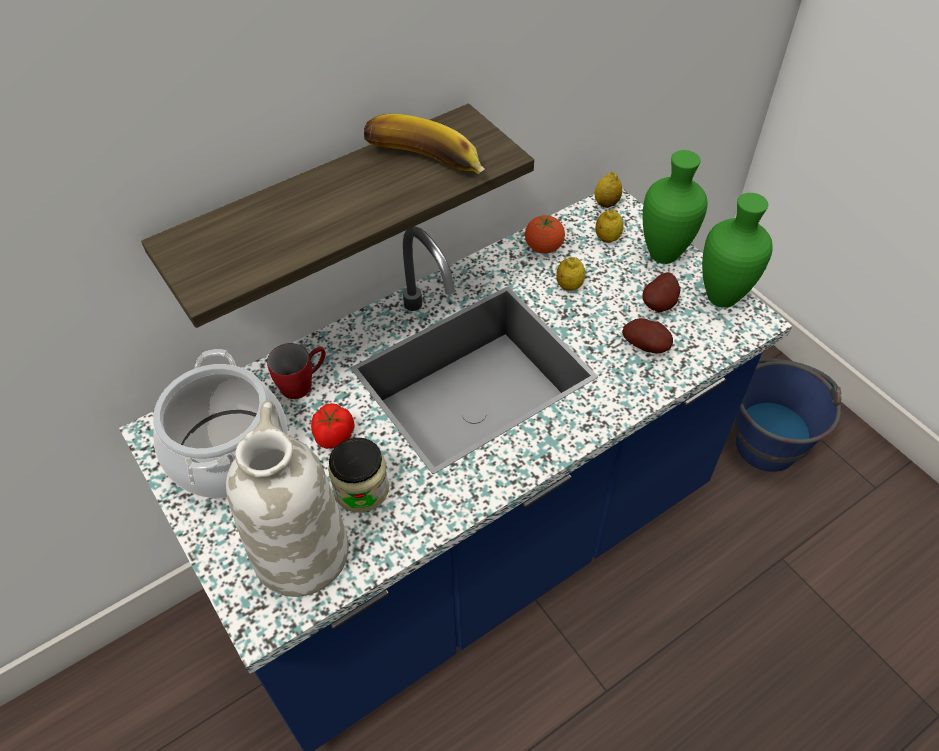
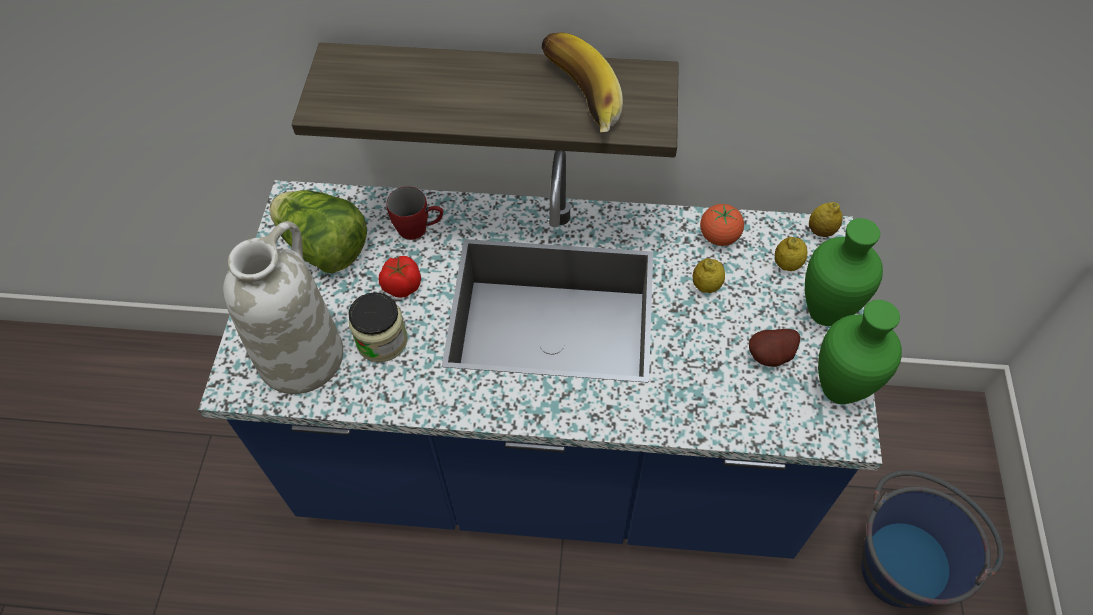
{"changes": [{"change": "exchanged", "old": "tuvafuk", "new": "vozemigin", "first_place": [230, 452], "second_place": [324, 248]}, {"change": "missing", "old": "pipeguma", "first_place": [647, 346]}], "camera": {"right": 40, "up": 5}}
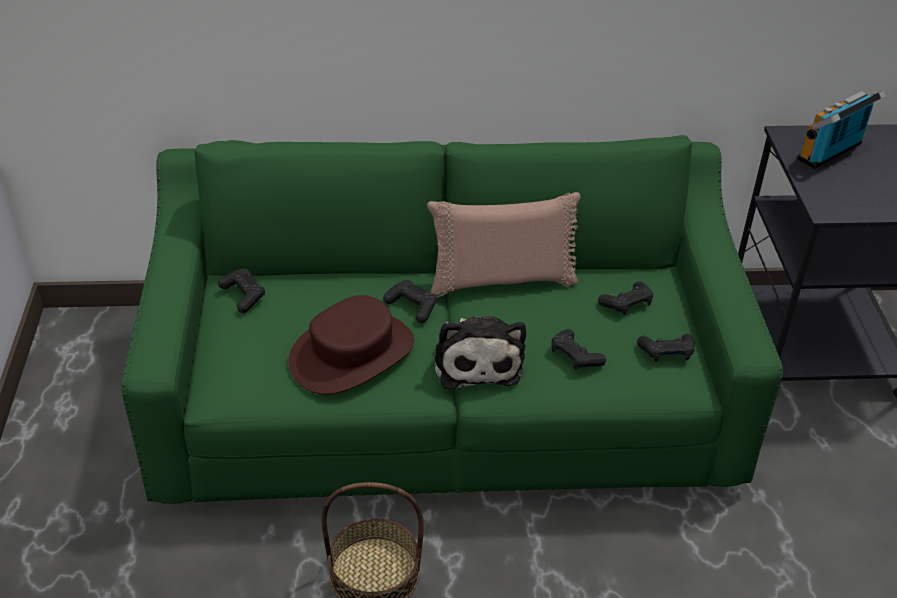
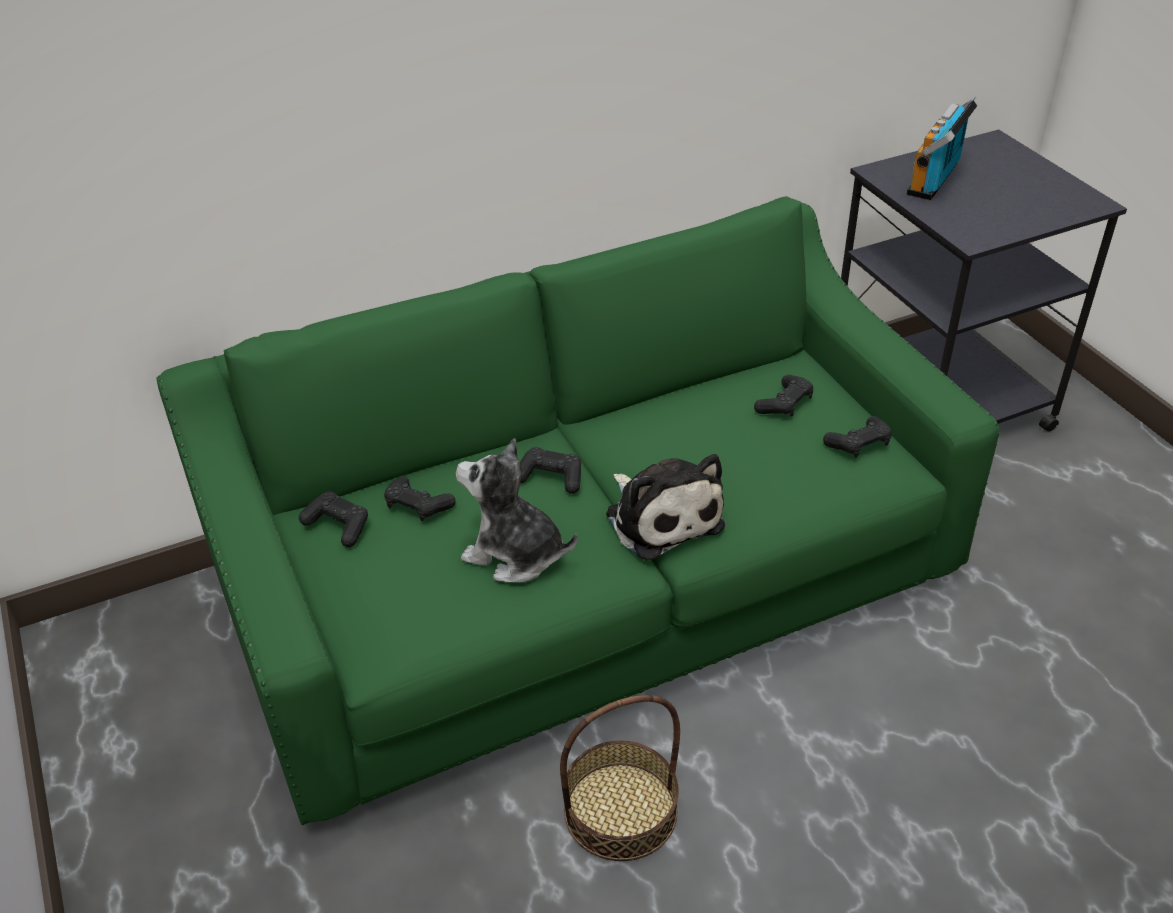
{"changes": [{"change": "relocated", "old": "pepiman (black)", "first_place": [575, 356], "second_place": [418, 506]}, {"change": "exchanged", "old": "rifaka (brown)", "new": "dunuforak", "first_place": [352, 354], "second_place": [515, 554]}, {"change": "missing", "old": "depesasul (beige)", "first_place": [502, 280]}], "camera": {"right": -20, "up": 0}}
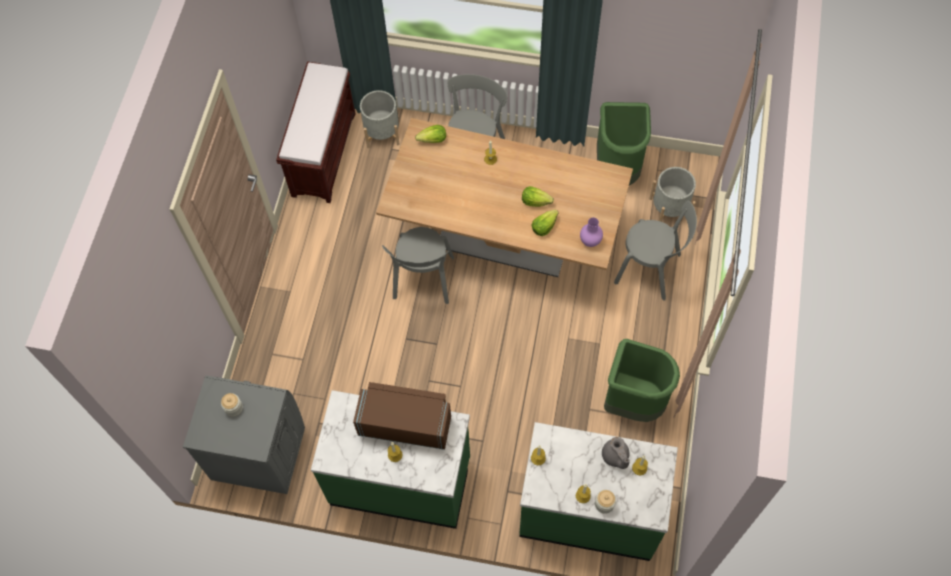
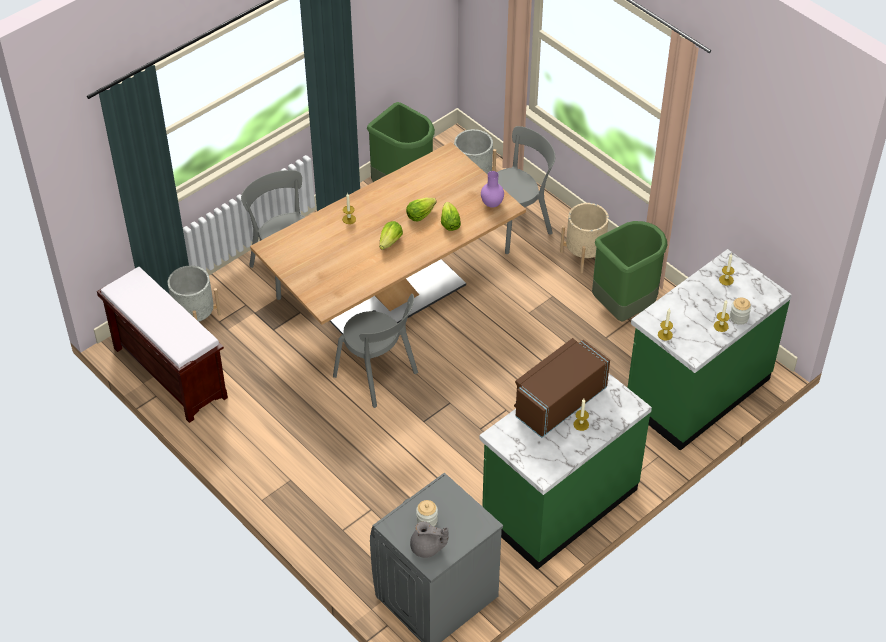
{"changes": [{"change": "relocated", "old": "vozemigin", "first_place": [433, 140], "second_place": [390, 242]}, {"change": "relocated", "old": "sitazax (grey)", "first_place": [615, 457], "second_place": [427, 548]}, {"change": "appeared", "new": "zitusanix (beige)", "second_place": [584, 255]}], "camera": {"right": -55, "up": -15}}
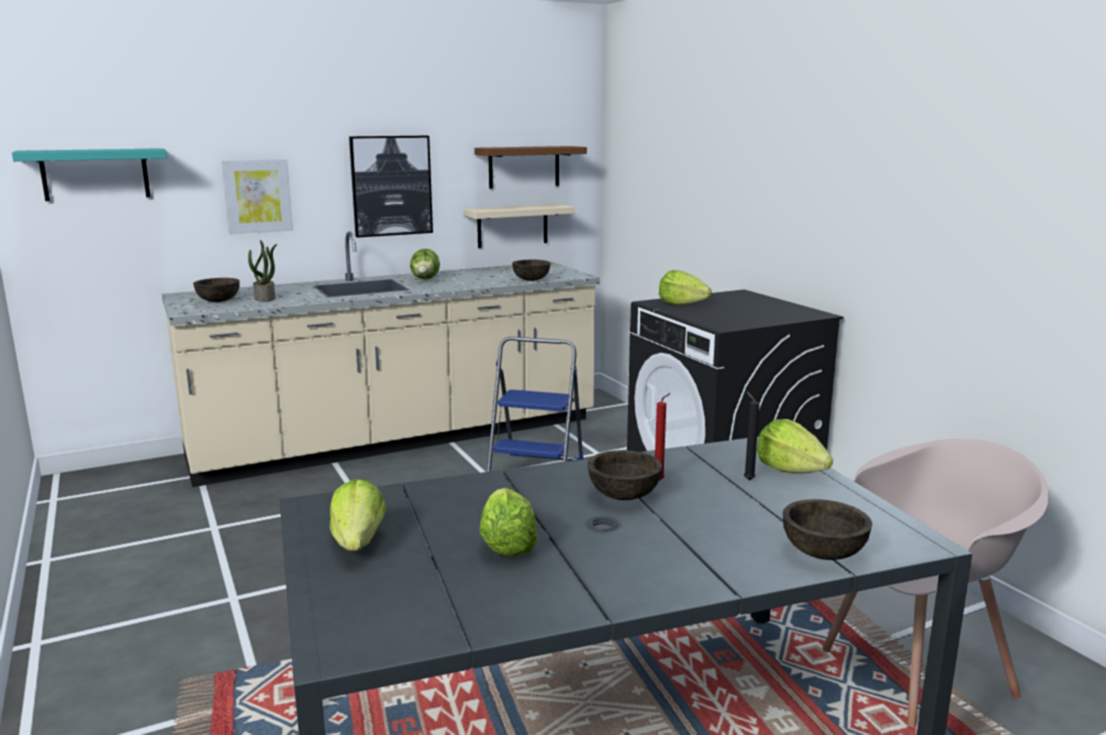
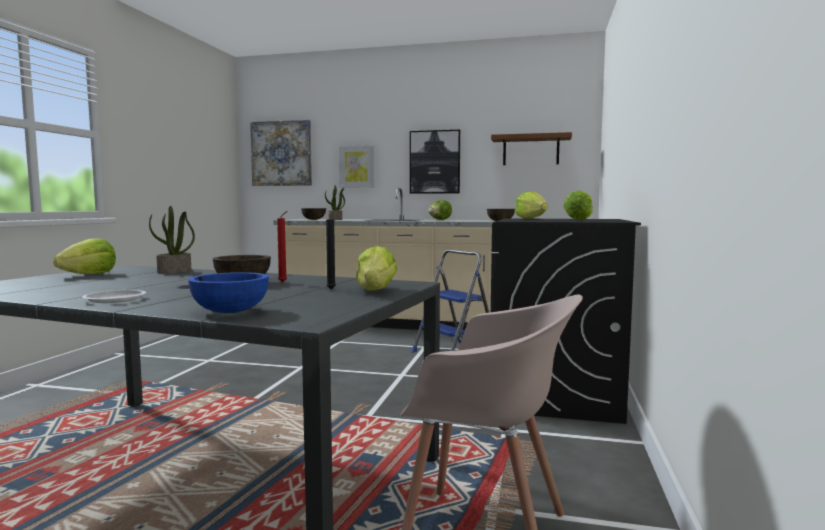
{"changes": [{"change": "appeared", "new": "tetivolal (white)", "second_place": [115, 300]}, {"change": "appeared", "new": "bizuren", "second_place": [174, 271]}, {"change": "colour", "old": "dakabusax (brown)", "new": "dakabusax (blue)", "first_place": [823, 552], "second_place": [231, 311]}, {"change": "exchanged", "old": "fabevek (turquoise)", "new": "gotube", "first_place": [95, 174], "second_place": [281, 153]}, {"change": "relocated", "old": "vozemigin", "first_place": [507, 545], "second_place": [579, 219]}, {"change": "missing", "old": "fabevek (beige)", "first_place": [512, 225]}], "camera": {"right": 40, "up": -10}}
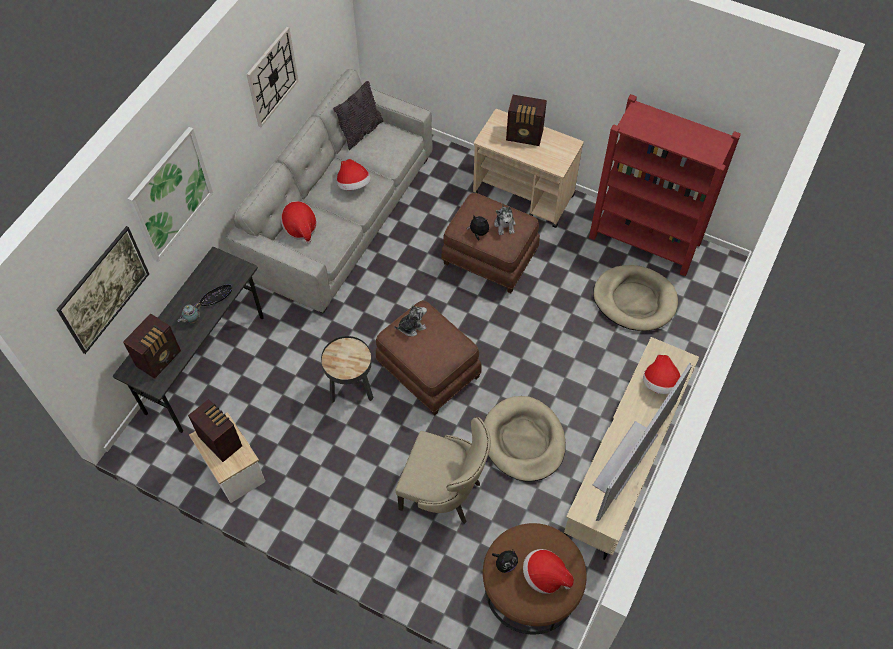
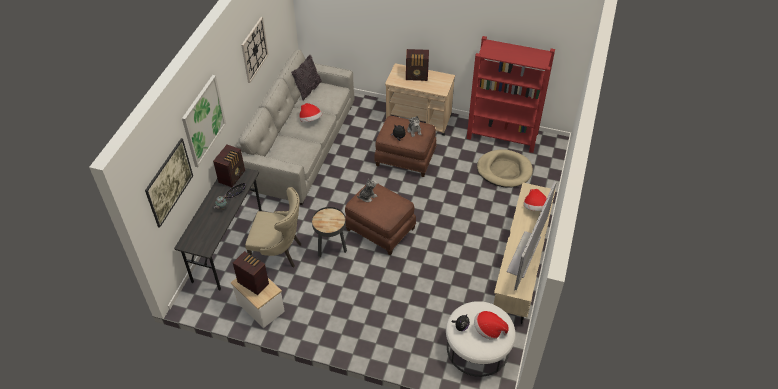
{"changes": [{"change": "relocated", "old": "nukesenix", "first_place": [160, 358], "second_place": [232, 176]}, {"change": "relocated", "old": "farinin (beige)", "first_place": [444, 493], "second_place": [279, 252]}, {"change": "colour", "old": "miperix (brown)", "new": "miperix (white)", "first_place": [531, 588], "second_place": [477, 348]}, {"change": "missing", "old": "rifaka", "first_place": [300, 228]}, {"change": "missing", "old": "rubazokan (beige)", "first_place": [523, 440]}], "camera": {"right": -10, "up": -10}}
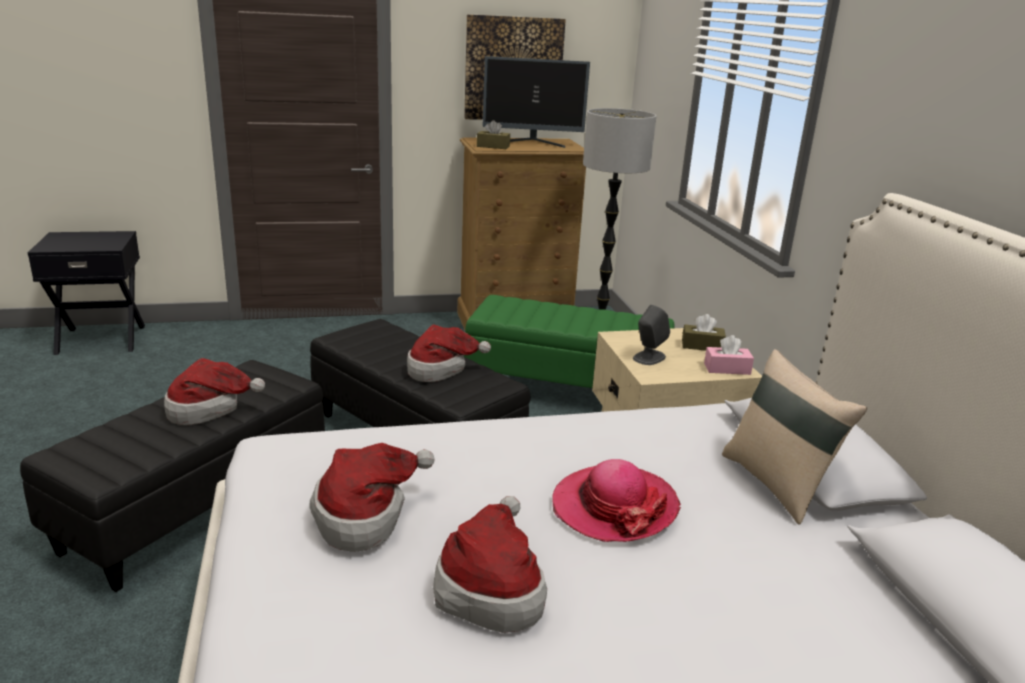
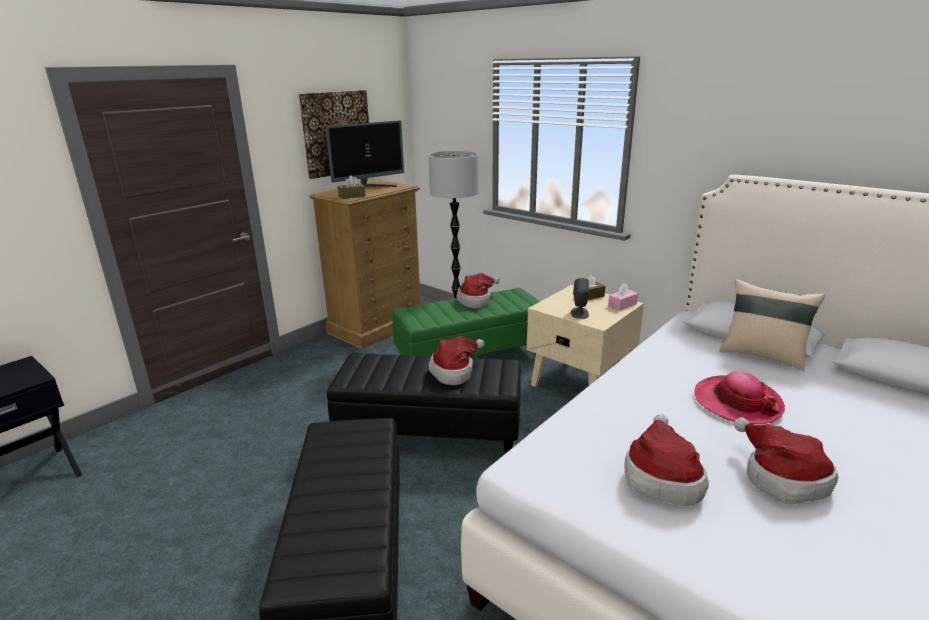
{"changes": [{"change": "relocated", "old": "rifaka", "first_place": [209, 409], "second_place": [476, 300]}], "camera": {"right": -35, "up": 0}}
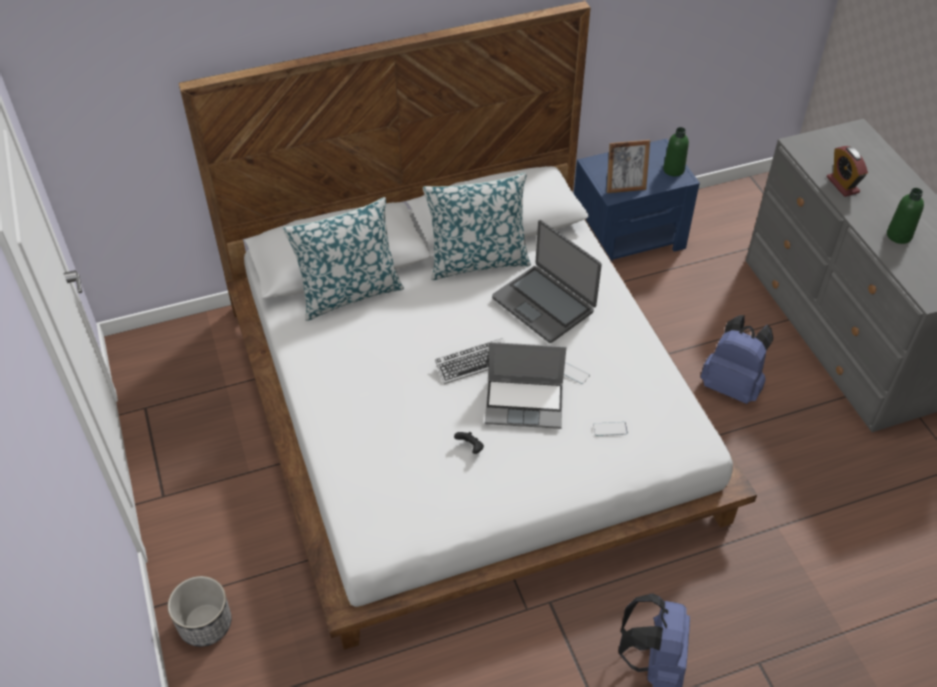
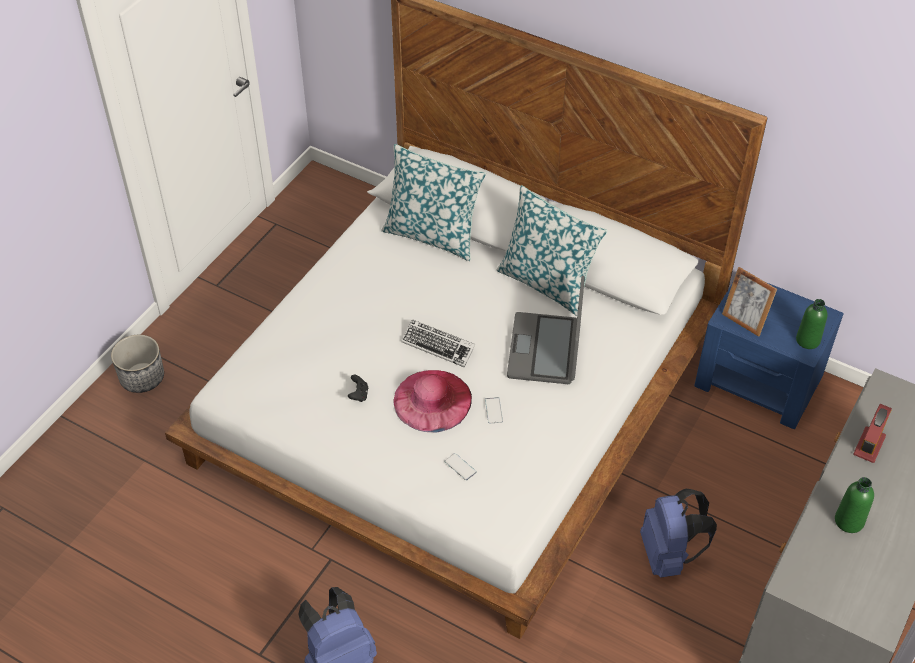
{"changes": [{"change": "exchanged", "old": "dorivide", "new": "rifaka (pink)", "first_place": [525, 403], "second_place": [432, 400]}], "camera": {"right": 50, "up": 0}}
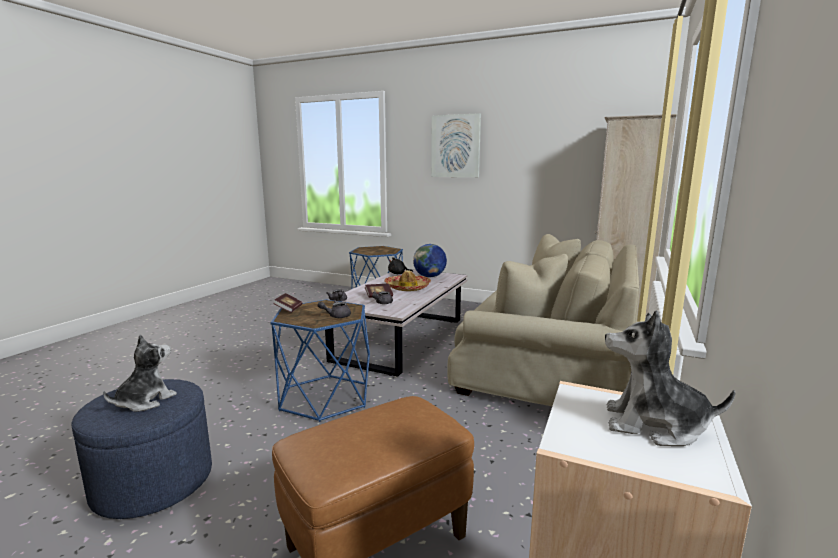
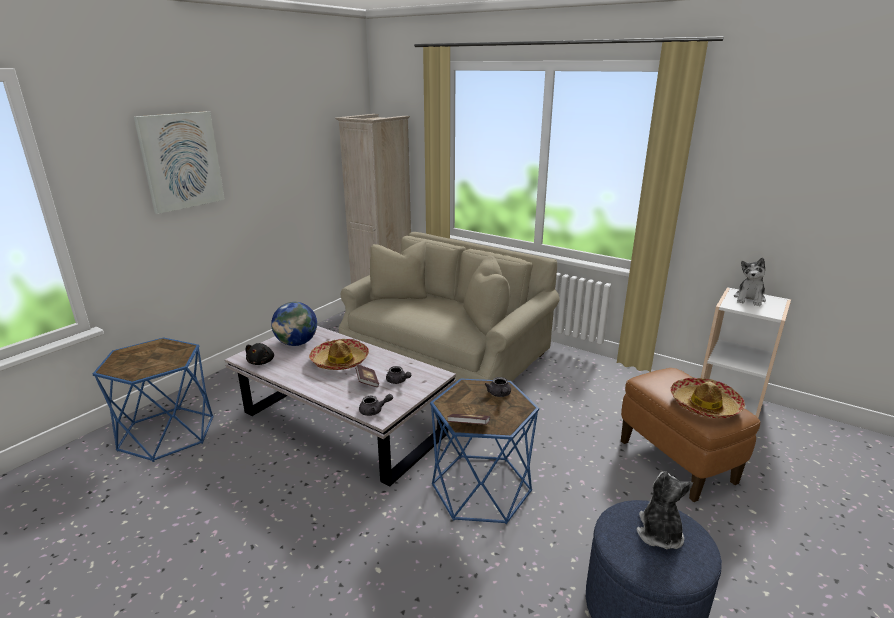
{"changes": [{"change": "spun", "old": "dunuforak", "first_place": [145, 401], "second_place": [659, 533], "degrees": 60}, {"change": "appeared", "new": "rifaka", "second_place": [705, 405]}], "camera": {"right": -80, "up": 10}}
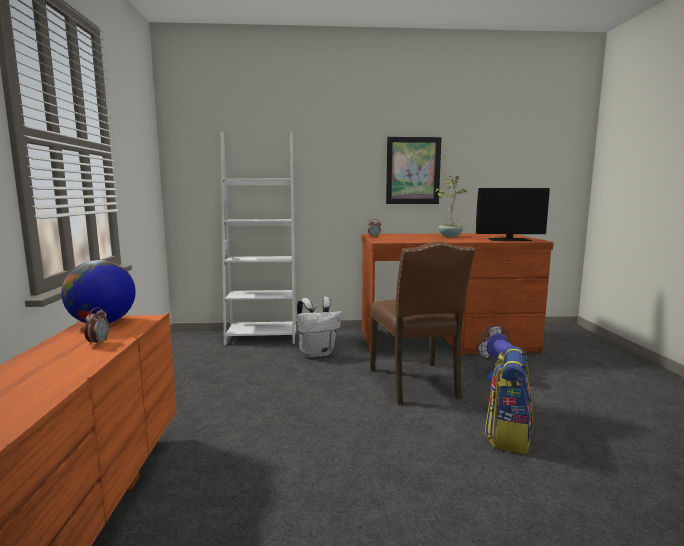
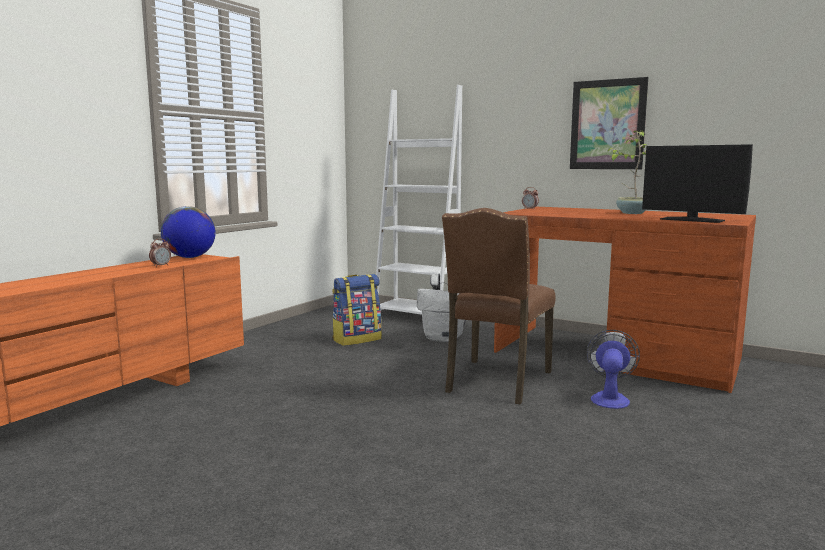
{"changes": [{"change": "relocated", "old": "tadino", "first_place": [507, 436], "second_place": [357, 339]}], "camera": {"right": 35, "up": 0}}
